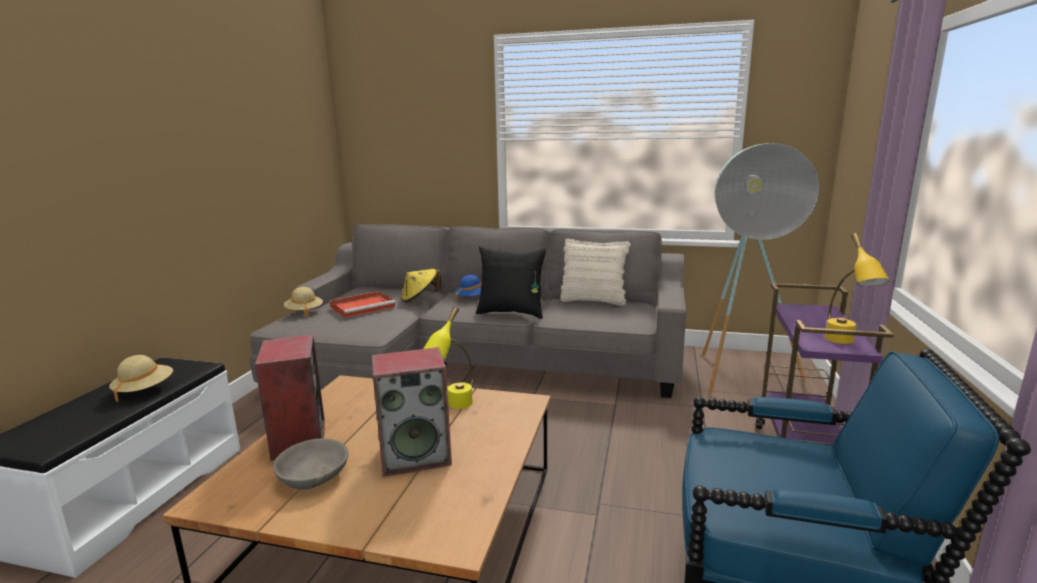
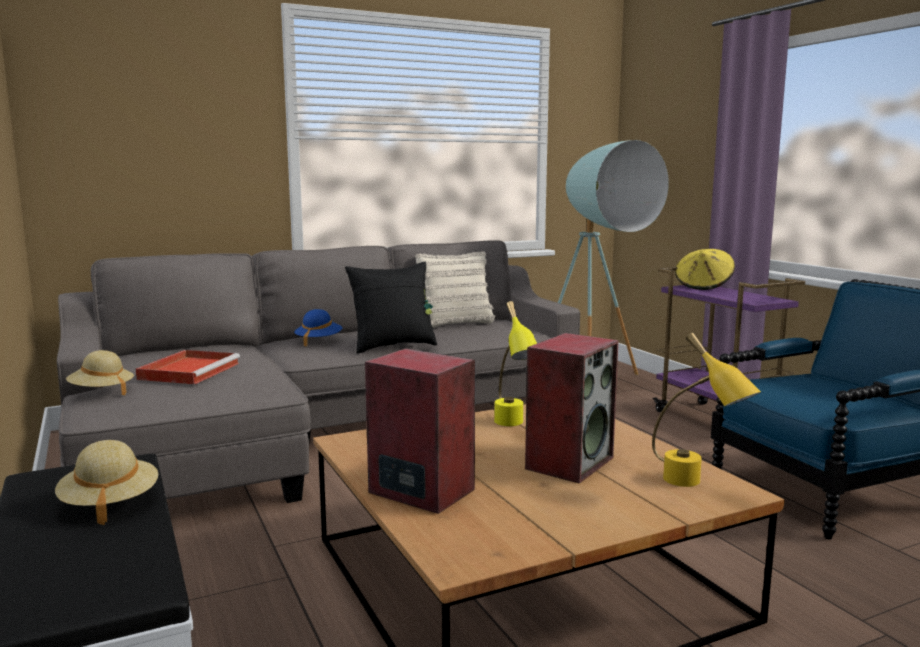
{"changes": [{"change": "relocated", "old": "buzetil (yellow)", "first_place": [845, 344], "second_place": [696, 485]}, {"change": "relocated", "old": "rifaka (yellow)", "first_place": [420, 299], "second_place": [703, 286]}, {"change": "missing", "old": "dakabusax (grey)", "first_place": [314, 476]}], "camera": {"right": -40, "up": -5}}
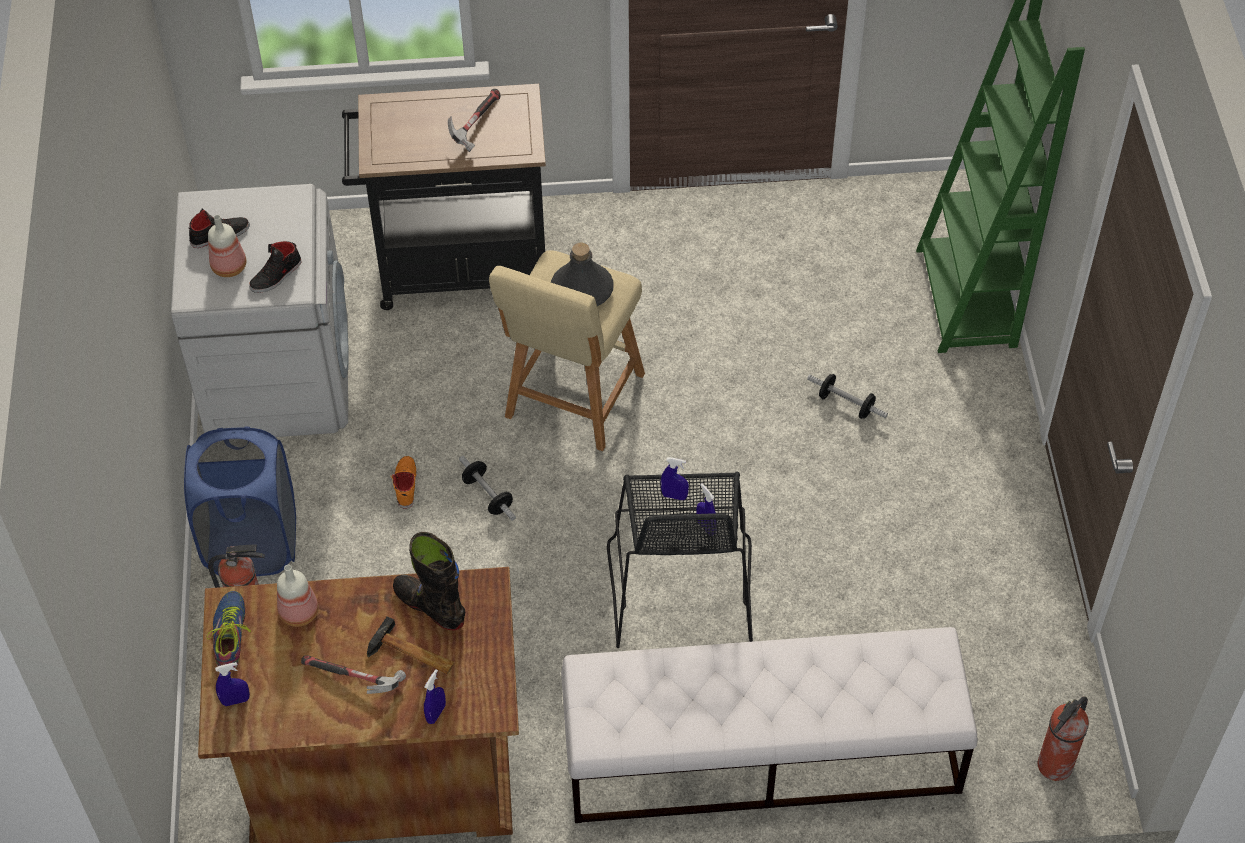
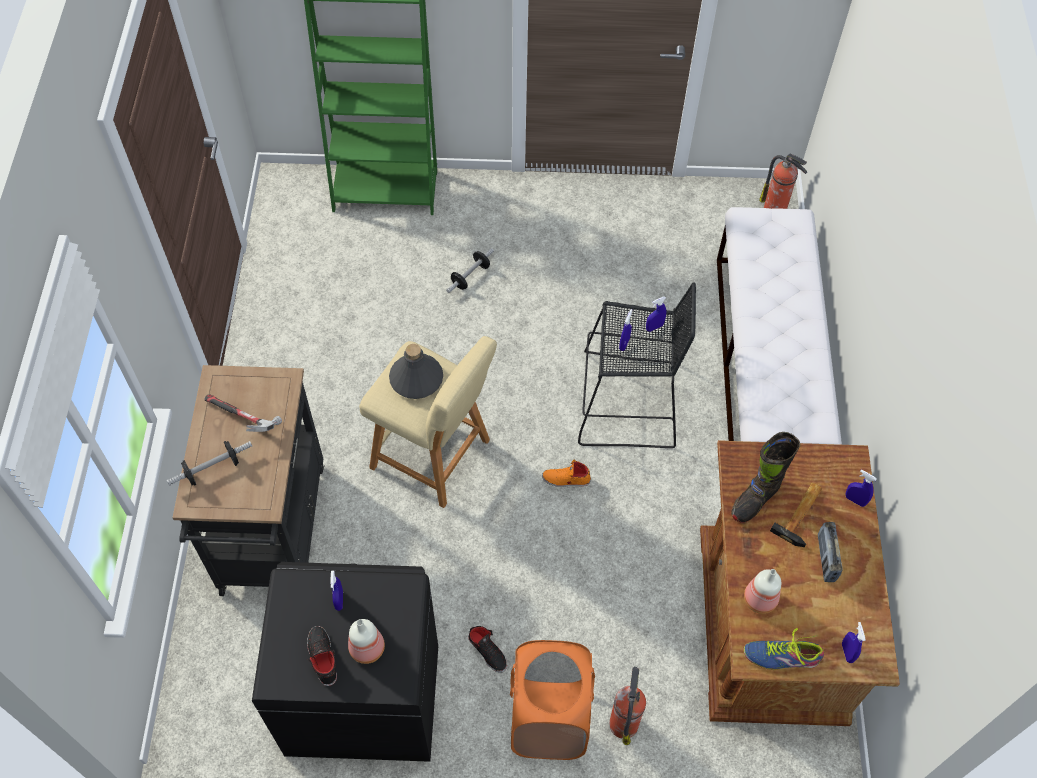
{"changes": [{"change": "relocated", "old": "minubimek", "first_place": [488, 495], "second_place": [212, 469]}, {"change": "colour", "old": "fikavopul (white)", "new": "fikavopul (black)", "first_place": [280, 373], "second_place": [362, 692]}, {"change": "appeared", "new": "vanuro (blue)", "second_place": [339, 600]}, {"change": "relocated", "old": "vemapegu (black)", "first_place": [276, 275], "second_place": [488, 651]}, {"change": "colour", "old": "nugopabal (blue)", "new": "nugopabal (orange)", "first_place": [252, 543], "second_place": [549, 720]}, {"change": "relocated", "old": "vemapegu (orange)", "first_place": [405, 484], "second_place": [566, 479]}, {"change": "exchanged", "old": "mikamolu", "new": "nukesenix", "first_place": [354, 680], "second_place": [825, 558]}], "camera": {"right": -85, "up": 5}}
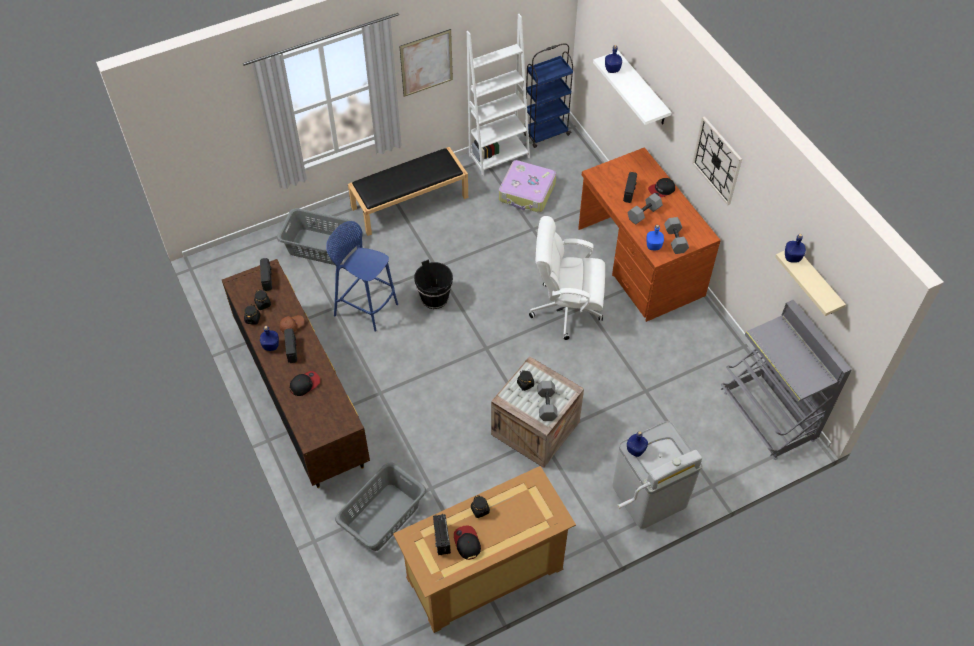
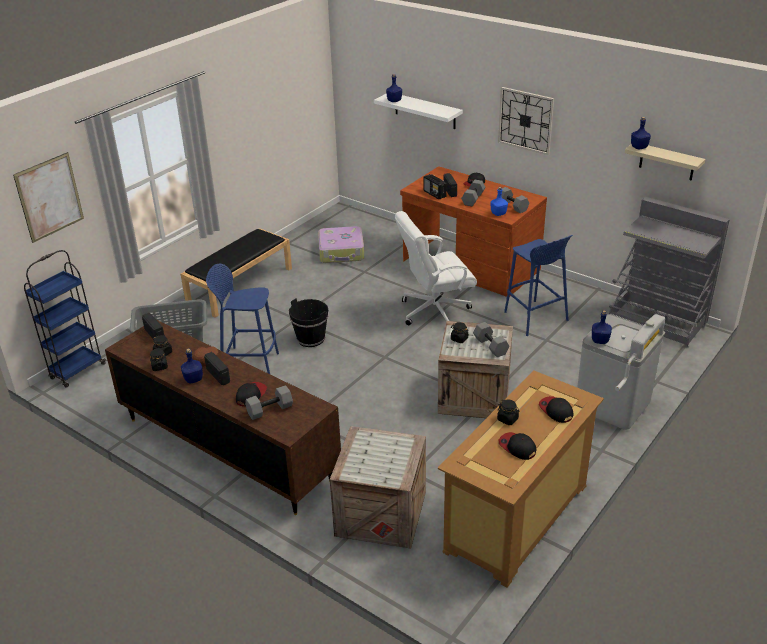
{"changes": [{"change": "relocated", "old": "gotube", "first_place": [426, 63], "second_place": [49, 197]}, {"change": "relocated", "old": "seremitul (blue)", "first_place": [546, 135], "second_place": [77, 371]}, {"change": "appeared", "new": "minubimek (grey)", "second_place": [269, 410]}, {"change": "exchanged", "old": "nugopabal (grey)", "new": "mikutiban", "first_place": [384, 517], "second_place": [382, 512]}, {"change": "relocated", "old": "nukesenix", "first_place": [442, 539], "second_place": [434, 194]}, {"change": "appeared", "new": "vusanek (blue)", "second_place": [534, 318]}, {"change": "appeared", "new": "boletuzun", "second_place": [555, 411]}, {"change": "missing", "old": "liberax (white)", "first_place": [499, 156]}], "camera": {"right": -25, "up": -20}}
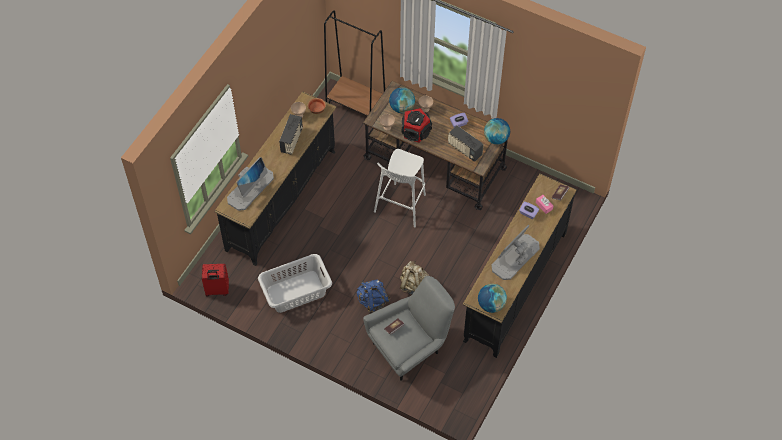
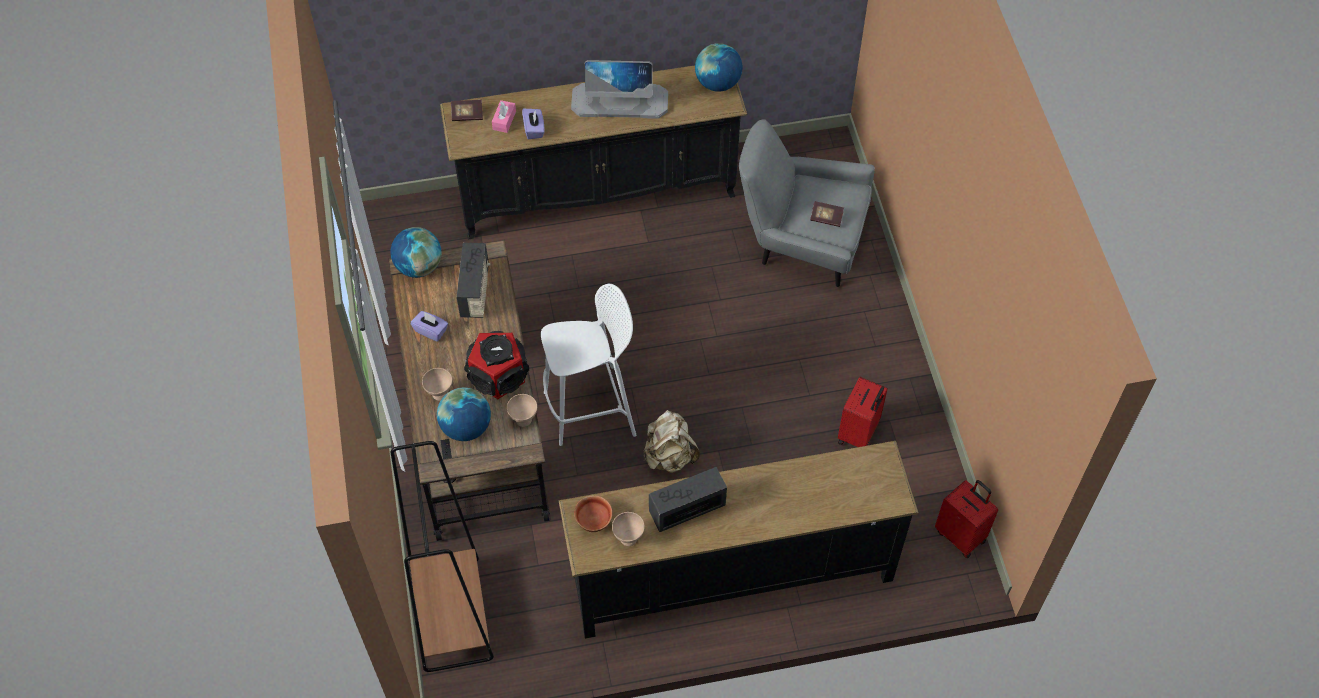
{"changes": [{"change": "relocated", "old": "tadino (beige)", "first_place": [413, 285], "second_place": [669, 456]}, {"change": "exchanged", "old": "nugopabal (grey)", "new": "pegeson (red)", "first_place": [295, 291], "second_place": [859, 433]}, {"change": "missing", "old": "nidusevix", "first_place": [250, 188]}, {"change": "missing", "old": "tadino (blue)", "first_place": [372, 301]}], "camera": {"right": -130, "up": 0}}
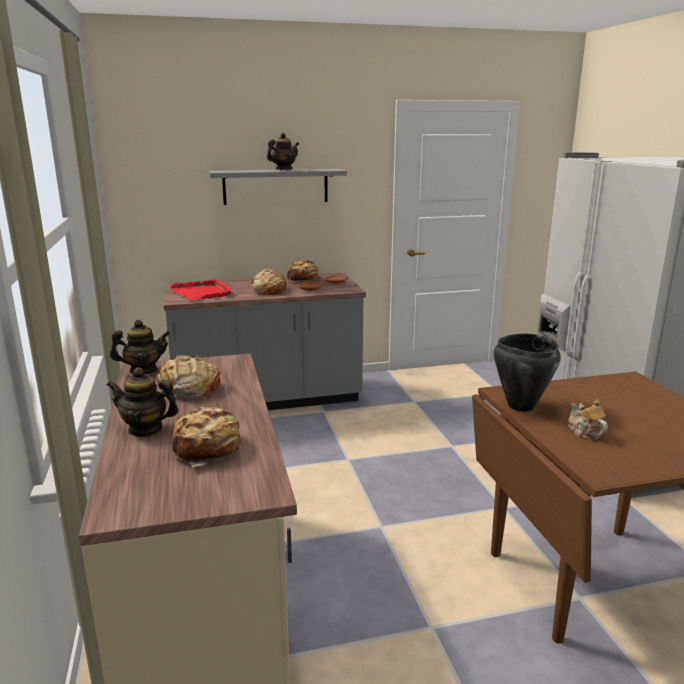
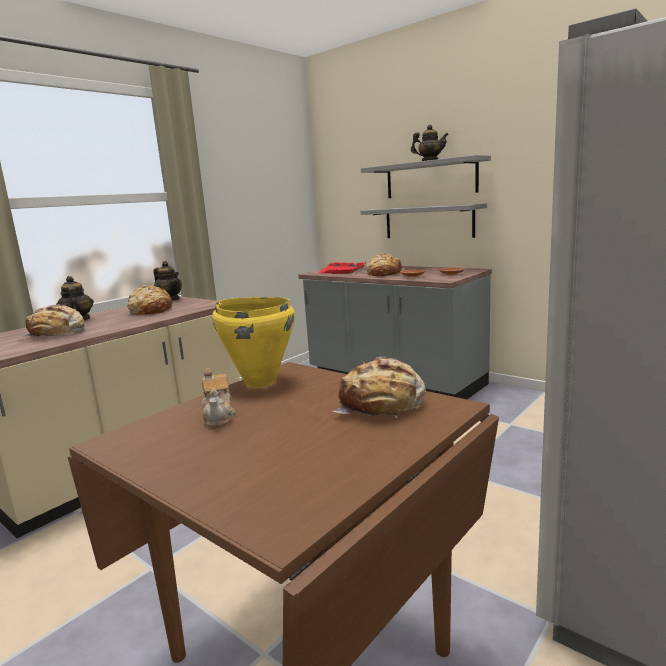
{"changes": [{"change": "spun", "old": "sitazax", "first_place": [584, 432], "second_place": [219, 417], "degrees": 135}, {"change": "colour", "old": "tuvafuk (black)", "new": "tuvafuk (yellow)", "first_place": [520, 406], "second_place": [260, 382]}, {"change": "relocated", "old": "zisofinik", "first_place": [303, 279], "second_place": [382, 405]}, {"change": "appeared", "new": "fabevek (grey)", "second_place": [428, 222]}], "camera": {"right": 55, "up": -5}}
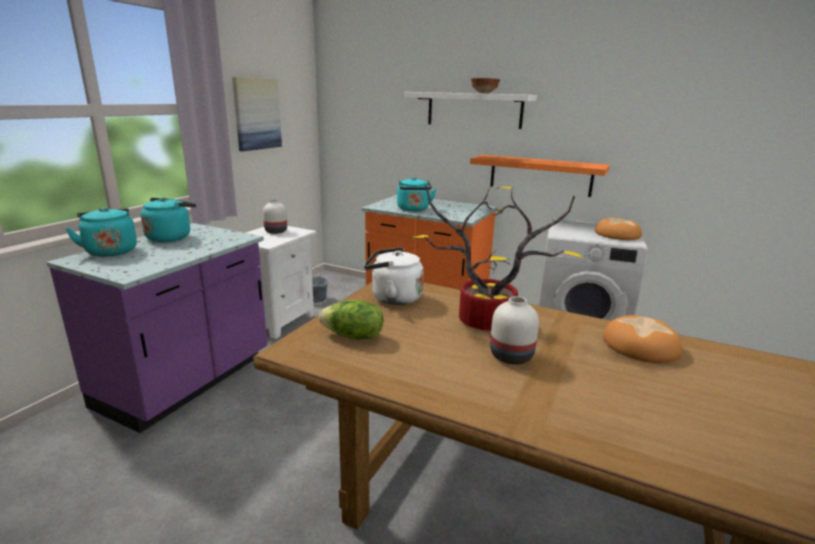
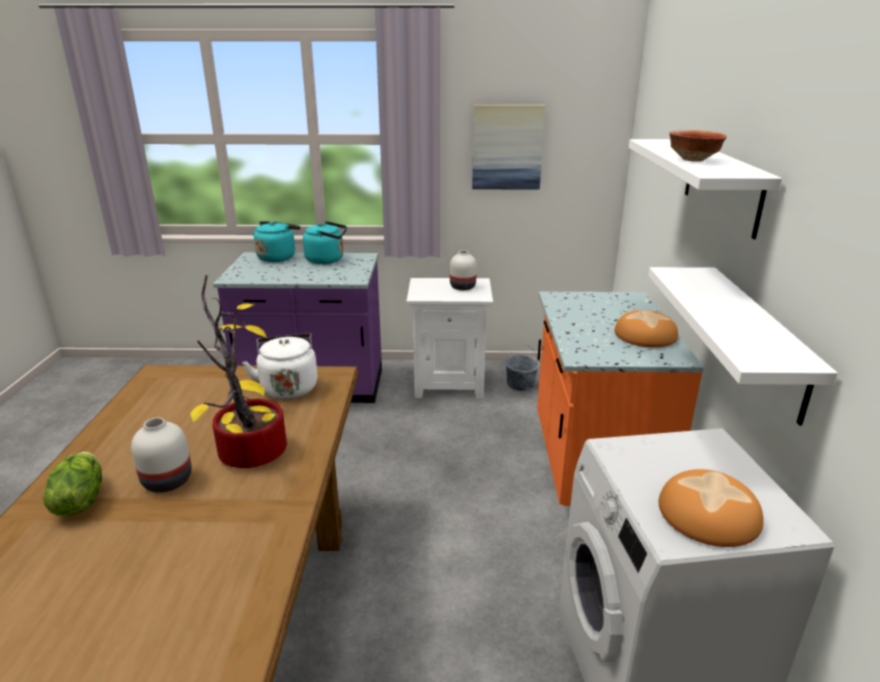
{"changes": [{"change": "relocated", "old": "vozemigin", "first_place": [353, 336], "second_place": [79, 501]}, {"change": "relocated", "old": "zisofinik", "first_place": [641, 346], "second_place": [645, 336]}, {"change": "colour", "old": "fabevek (orange)", "new": "fabevek (white)", "first_place": [540, 175], "second_place": [757, 340]}, {"change": "missing", "old": "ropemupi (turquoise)", "first_place": [413, 209]}], "camera": {"right": 65, "up": 5}}
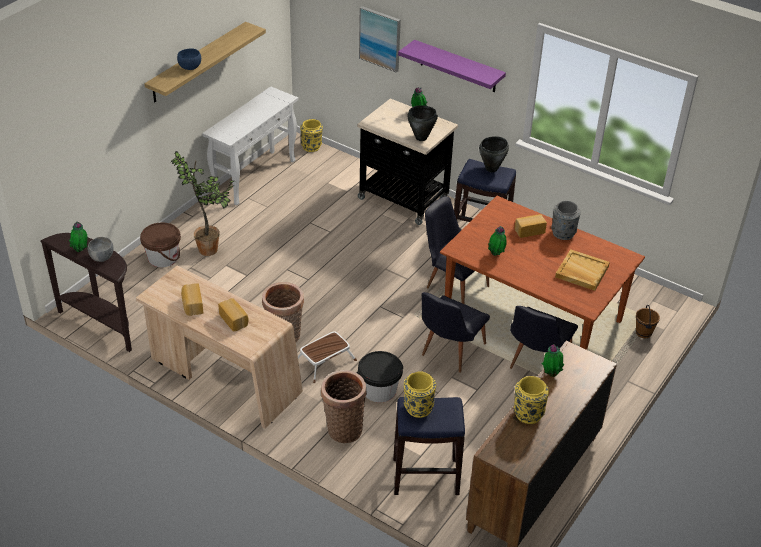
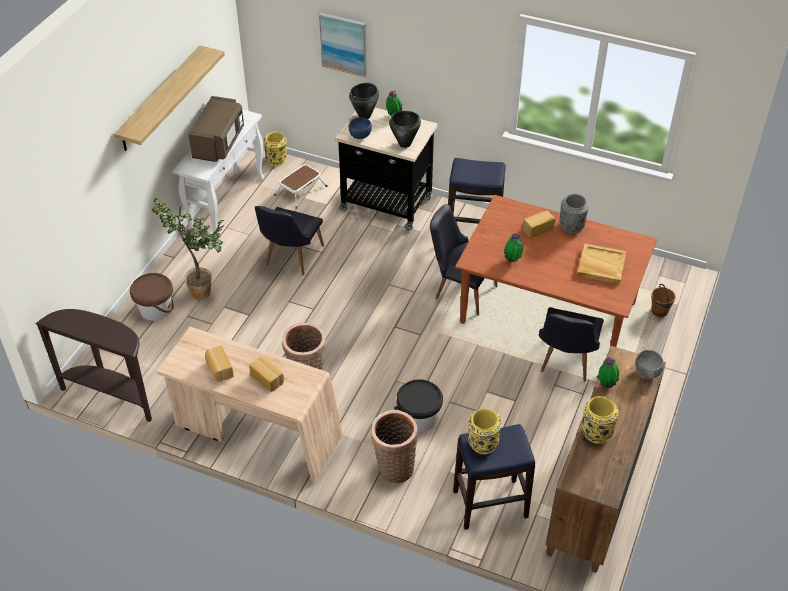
{"changes": [{"change": "appeared", "new": "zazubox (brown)", "second_place": [219, 143]}, {"change": "relocated", "old": "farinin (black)", "first_place": [449, 352], "second_place": [291, 259]}, {"change": "relocated", "old": "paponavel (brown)", "first_place": [325, 361], "second_place": [301, 191]}, {"change": "relocated", "old": "tuvafuk (black)", "first_place": [491, 169], "second_place": [365, 116]}, {"change": "relocated", "old": "dakabusax (blue)", "first_place": [190, 68], "second_place": [360, 136]}, {"change": "relocated", "old": "dakabusax (grey)", "first_place": [101, 258], "second_place": [647, 373]}, {"change": "missing", "old": "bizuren", "first_place": [81, 251]}, {"change": "missing", "old": "fabevek (purple)", "first_place": [458, 66]}], "camera": {"right": -10, "up": 5}}
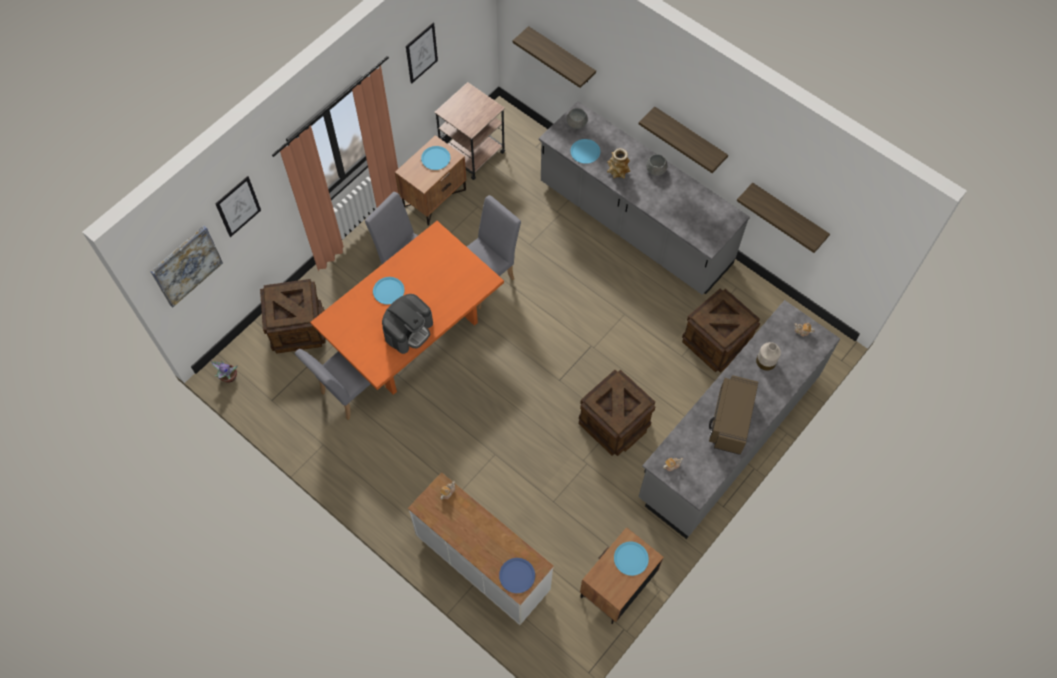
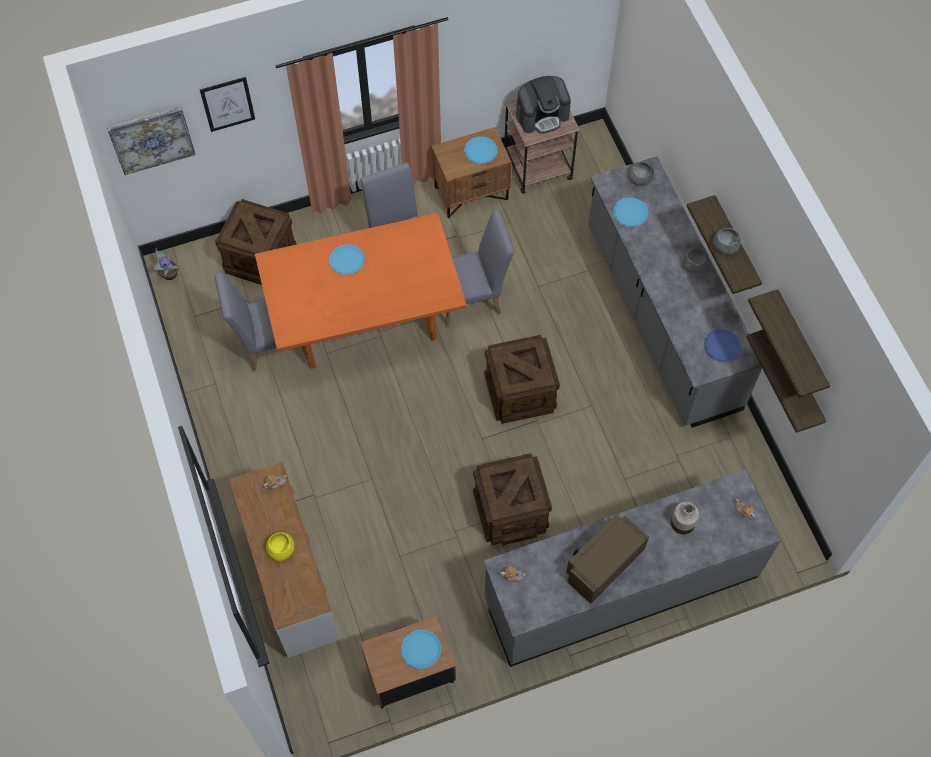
{"changes": [{"change": "appeared", "new": "dakabusax (yellow)", "second_place": [281, 549]}, {"change": "relocated", "old": "mikutiban", "first_place": [717, 341], "second_place": [521, 392]}, {"change": "relocated", "old": "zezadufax", "first_place": [408, 330], "second_place": [542, 115]}, {"change": "relocated", "old": "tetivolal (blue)", "first_place": [517, 575], "second_place": [722, 346]}, {"change": "appeared", "new": "dakabusax (grey)", "second_place": [725, 246]}, {"change": "relocated", "old": "fabevek", "first_place": [561, 56], "second_place": [800, 343]}, {"change": "missing", "old": "gotube", "first_place": [421, 53]}, {"change": "missing", "old": "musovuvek", "first_place": [617, 171]}], "camera": {"right": 30, "up": 0}}
